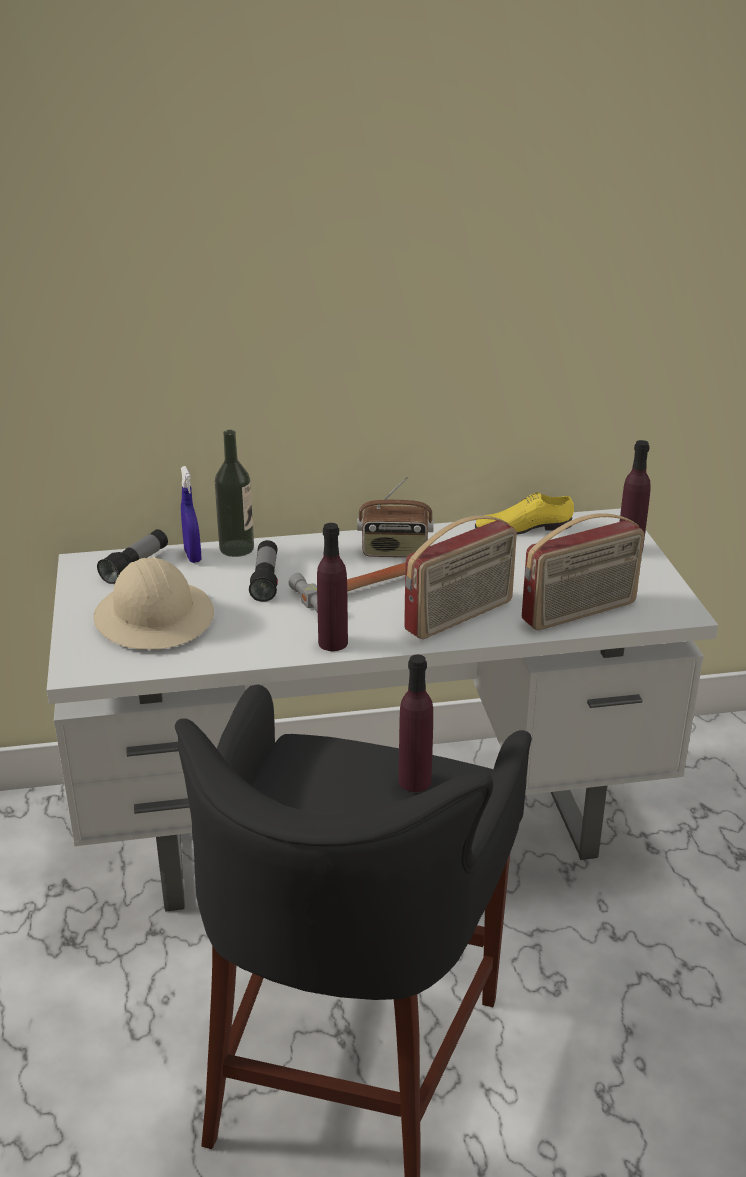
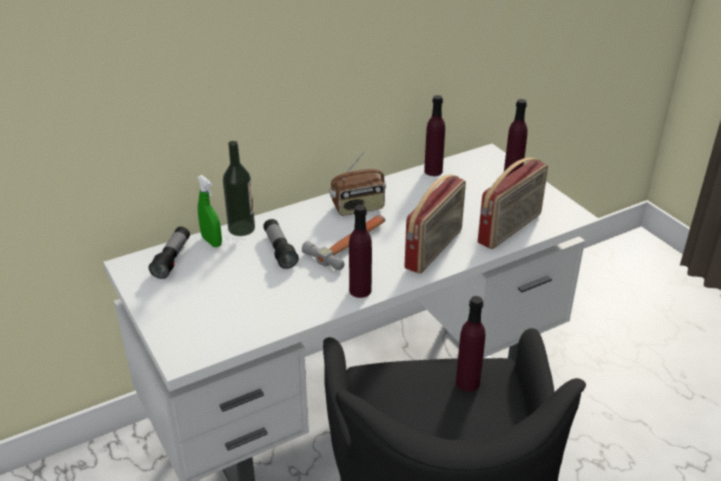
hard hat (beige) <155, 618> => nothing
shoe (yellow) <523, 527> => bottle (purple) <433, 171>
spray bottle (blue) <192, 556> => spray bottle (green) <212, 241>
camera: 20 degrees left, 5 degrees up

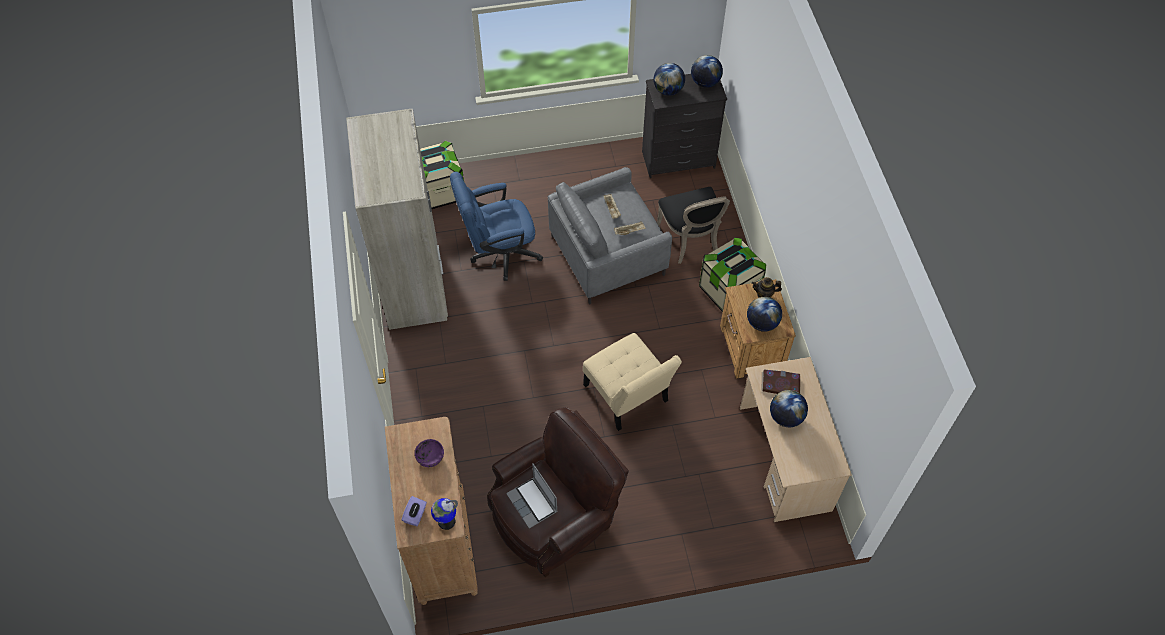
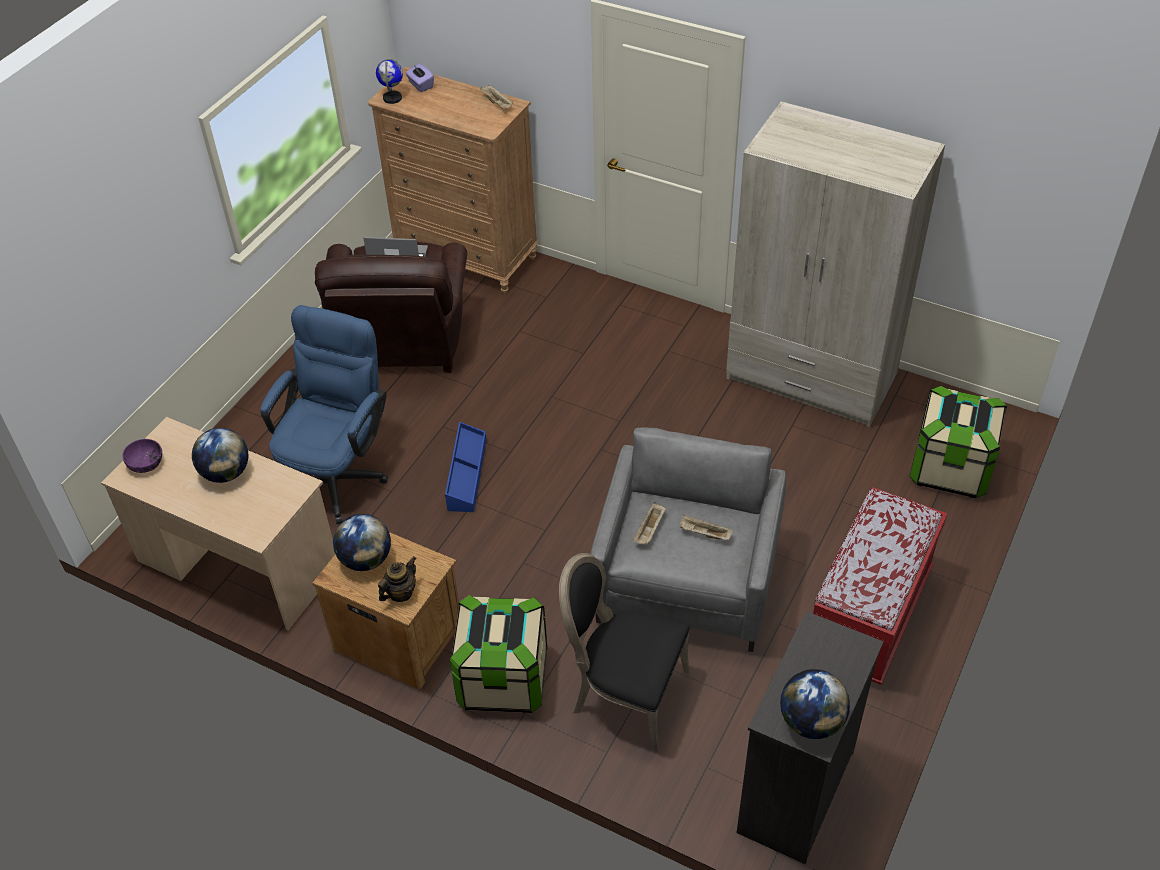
globe <668, 90> => nothing
book <780, 384> => nothing
nothing => tray (beige) <497, 103>
nothing => bench (red) <869, 615>
bowl (purple) <430, 457> => bowl (purple) <146, 464>, move
office chair (blue) <499, 254> => office chair (blue) <338, 473>, move
chair (beige) <628, 397> => storage box (blue) <466, 474>
camera: 130 degrees right, 10 degrees down

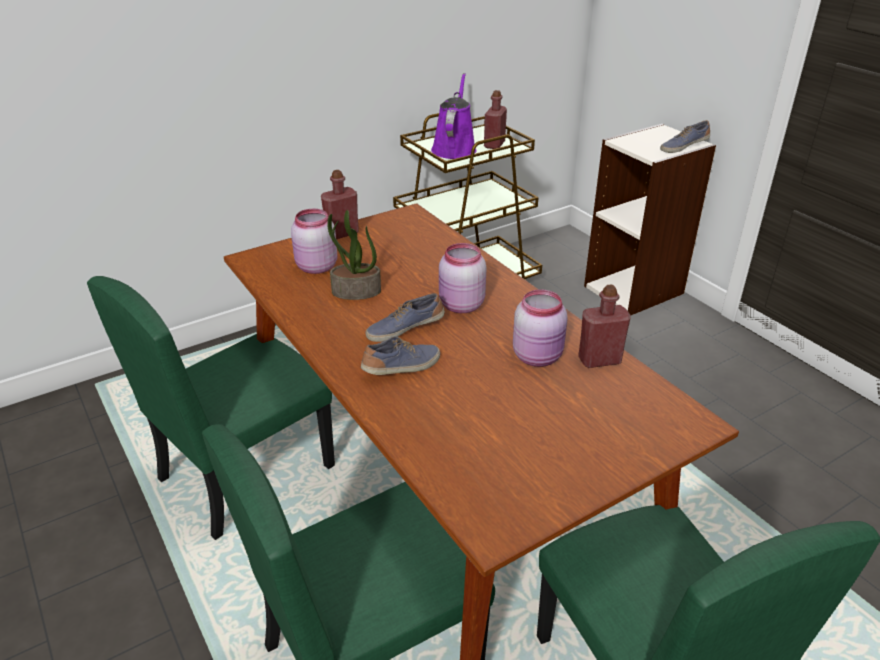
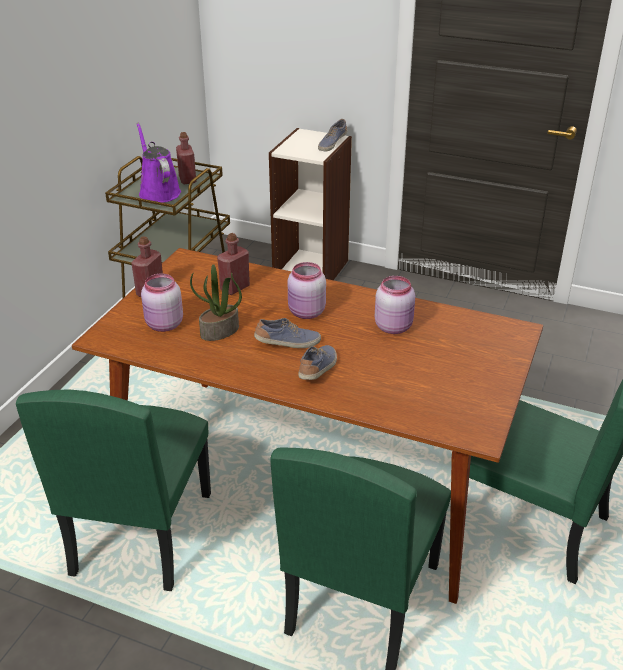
bottle (red) <599, 360> => bottle (red) <235, 288>, move
shoe <405, 329> => shoe <288, 343>, 135 degrees counterclockwise
camera: 35 degrees left, 0 degrees up

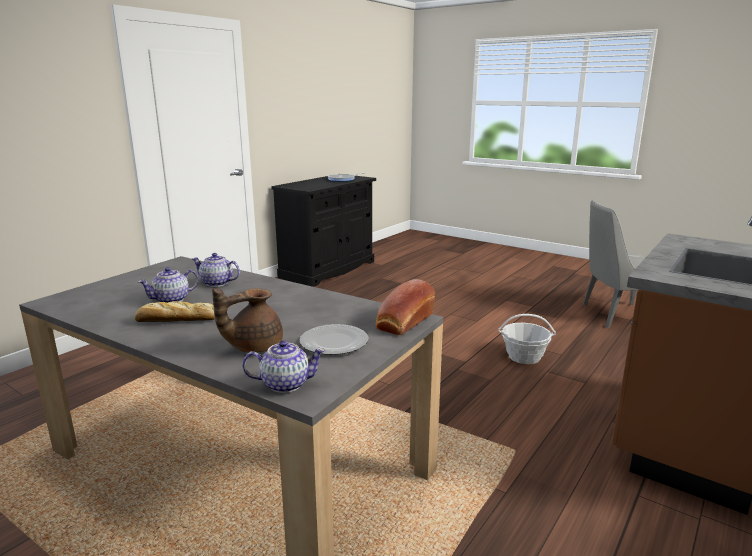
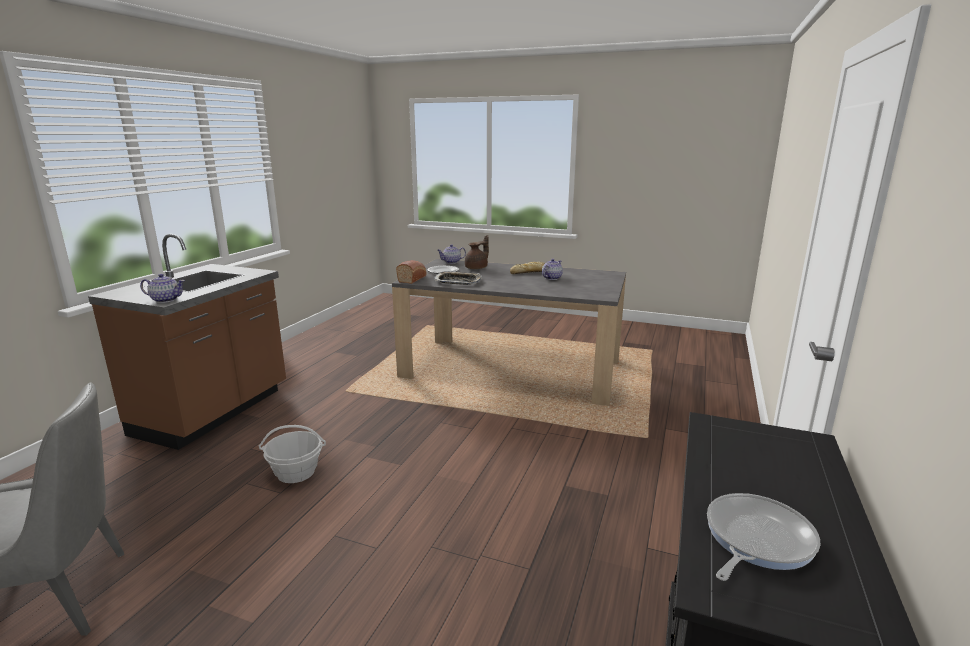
nothing => tray <458, 281>
teapot <217, 283> => teapot <165, 300>, move
camera: 165 degrees right, 0 degrees up

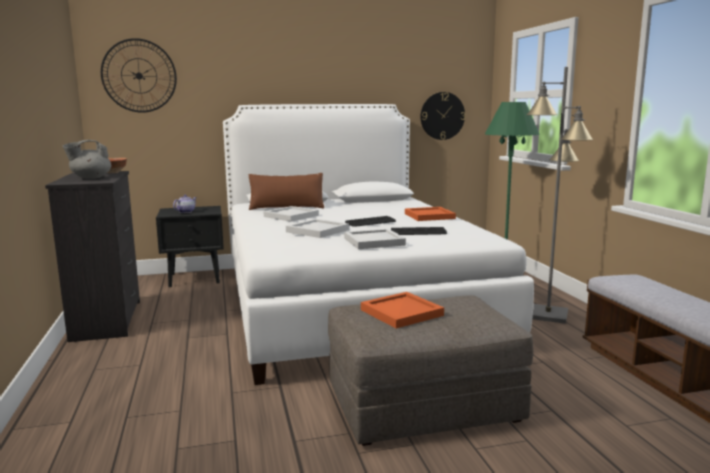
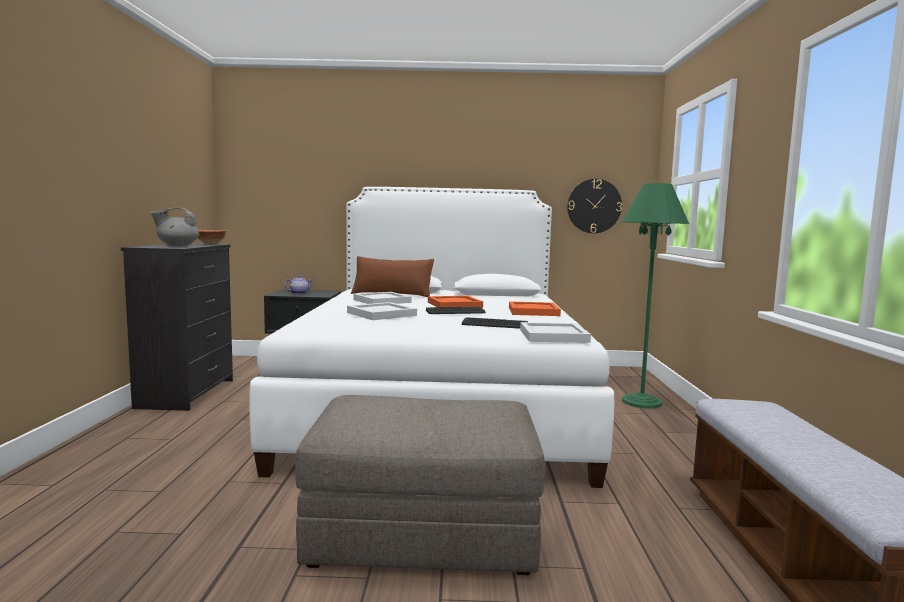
wall clock <139, 76> => nothing
floor lamp (grey) <547, 314> => nothing
tray (white) <373, 242> => tray (white) <552, 336>, move
tray (orange) <401, 312> => tray (orange) <455, 305>, move
camera: 15 degrees right, 5 degrees down

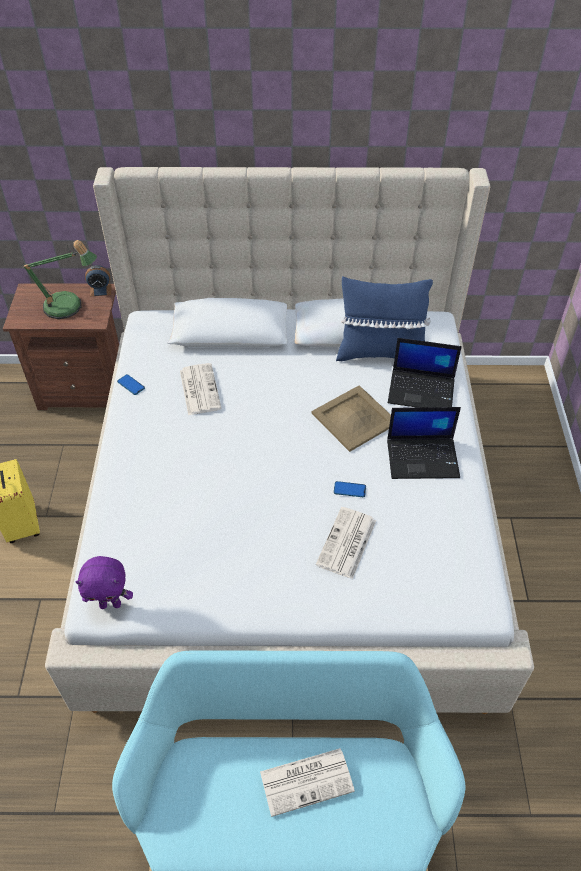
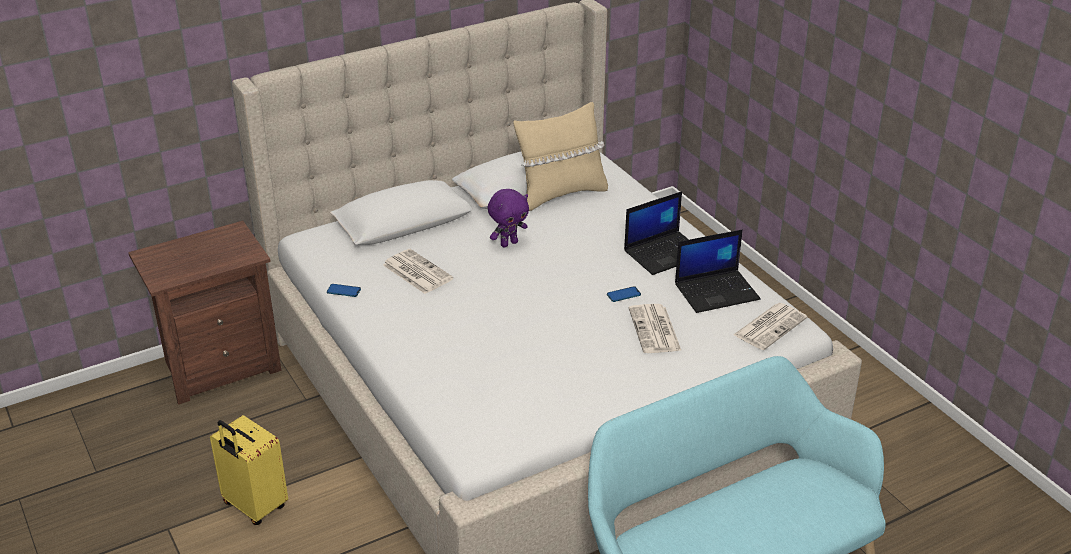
table lamp <69, 307> => nothing
alarm clock <100, 290> => nothing
tray (beige) <354, 417> => nothing
plush toy (purple) <111, 604> => plush toy (purple) <509, 243>, move
newspaper <307, 780> => newspaper <770, 326>, move
laptop <422, 390> => laptop <717, 291>, move
pillow (blue) <380, 353> => pillow (beige) <560, 194>
camera: 30 degrees left, 15 degrees down

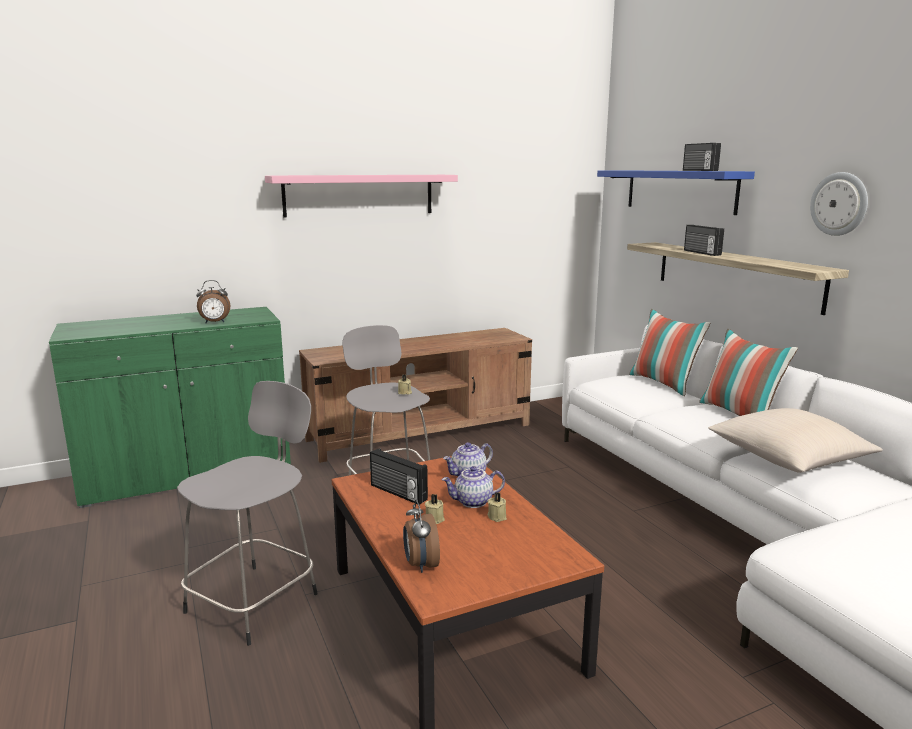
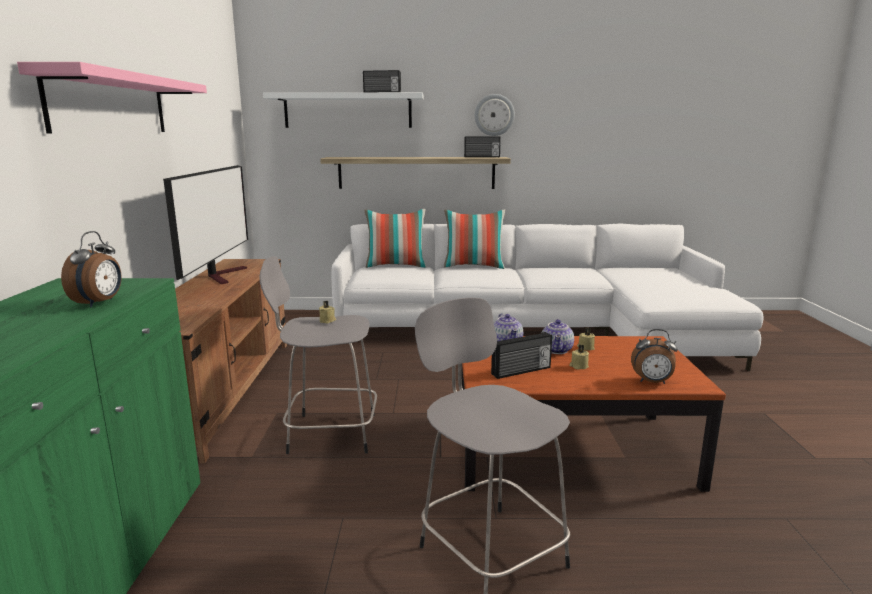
pillow (beige) <788, 458> => nothing
nothing => television <223, 275>
radio <701, 253> => radio <482, 157>, move
shelf (blue) <679, 190> => shelf (white) <348, 111>
camera: 65 degrees left, 0 degrees up

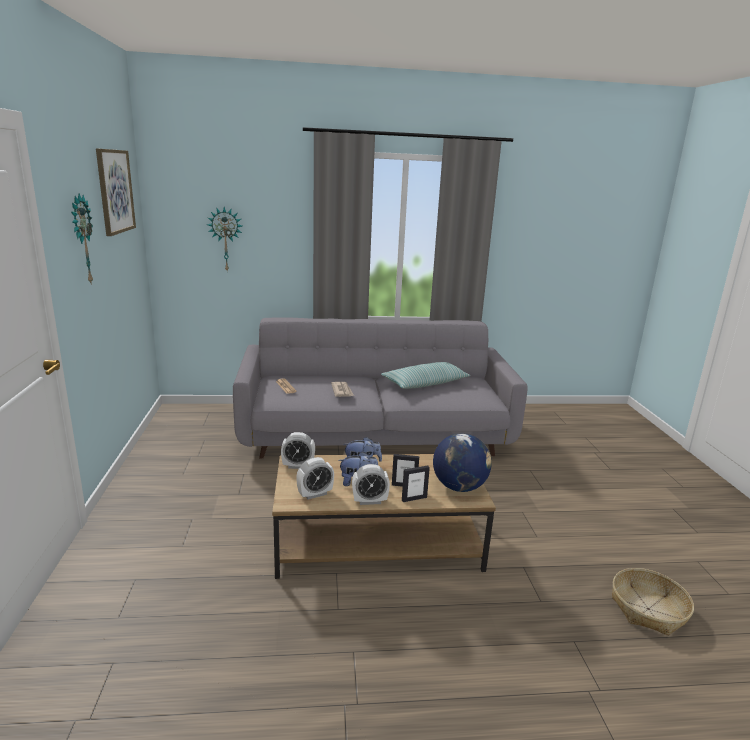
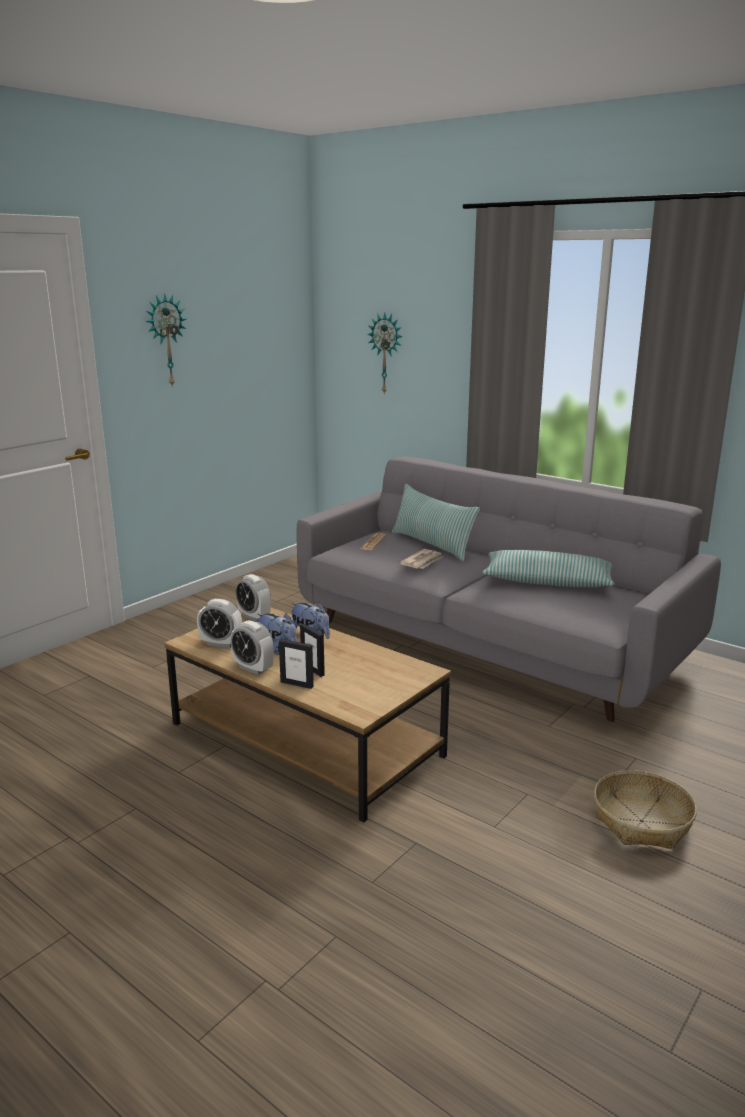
picture <115, 191> => nothing
globe <459, 487> => nothing
nothing => pillow <432, 544>
basket <648, 608> => basket <641, 821>, move
camera: 45 degrees right, 0 degrees up

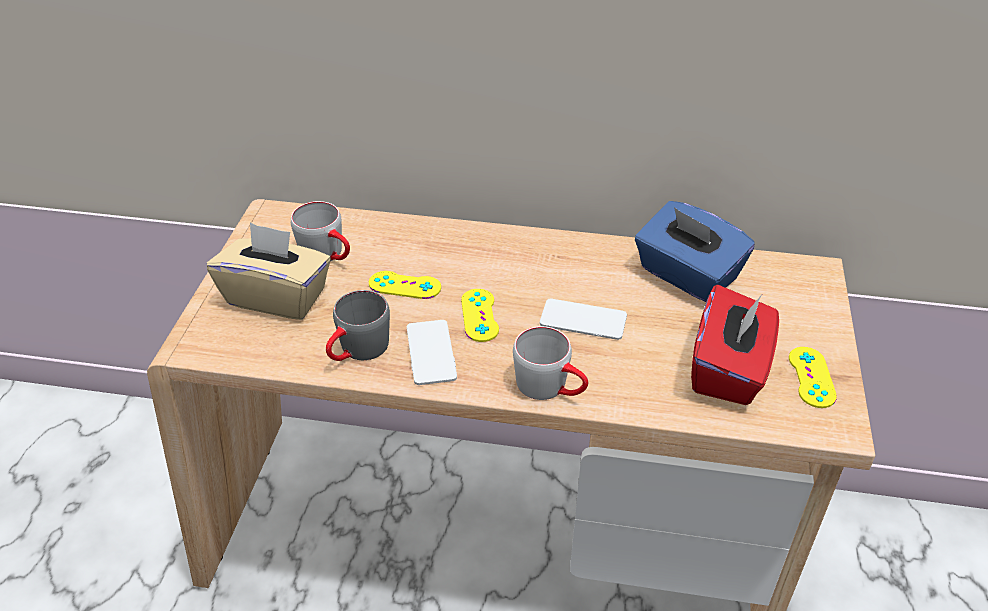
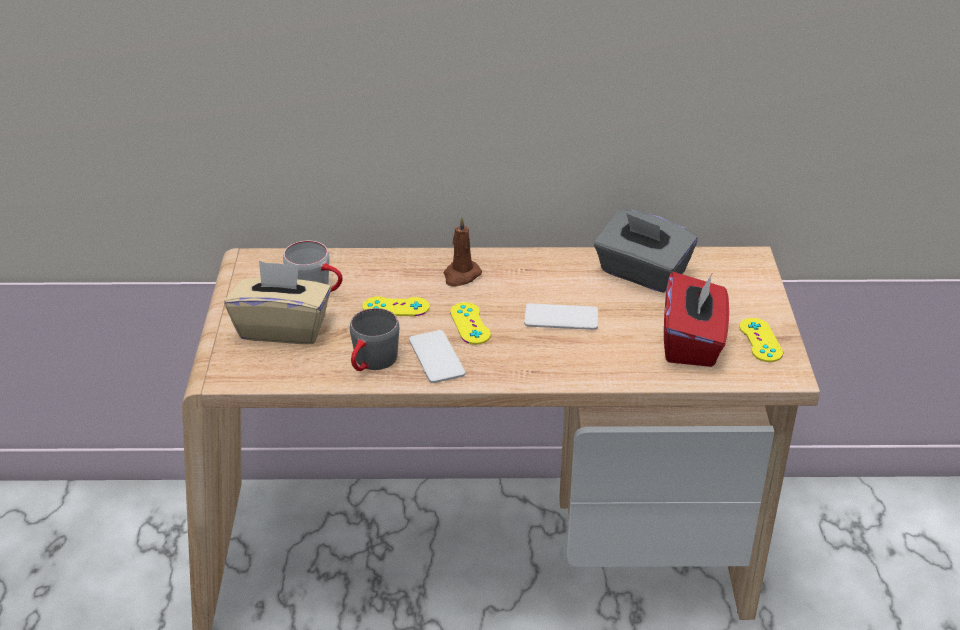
mug (grey) <551, 388> => nothing
nothing => candle (brown) <461, 275>
tissue box (blue) <686, 276> => tissue box (grey) <641, 273>
camera: 10 degrees left, 5 degrees down

